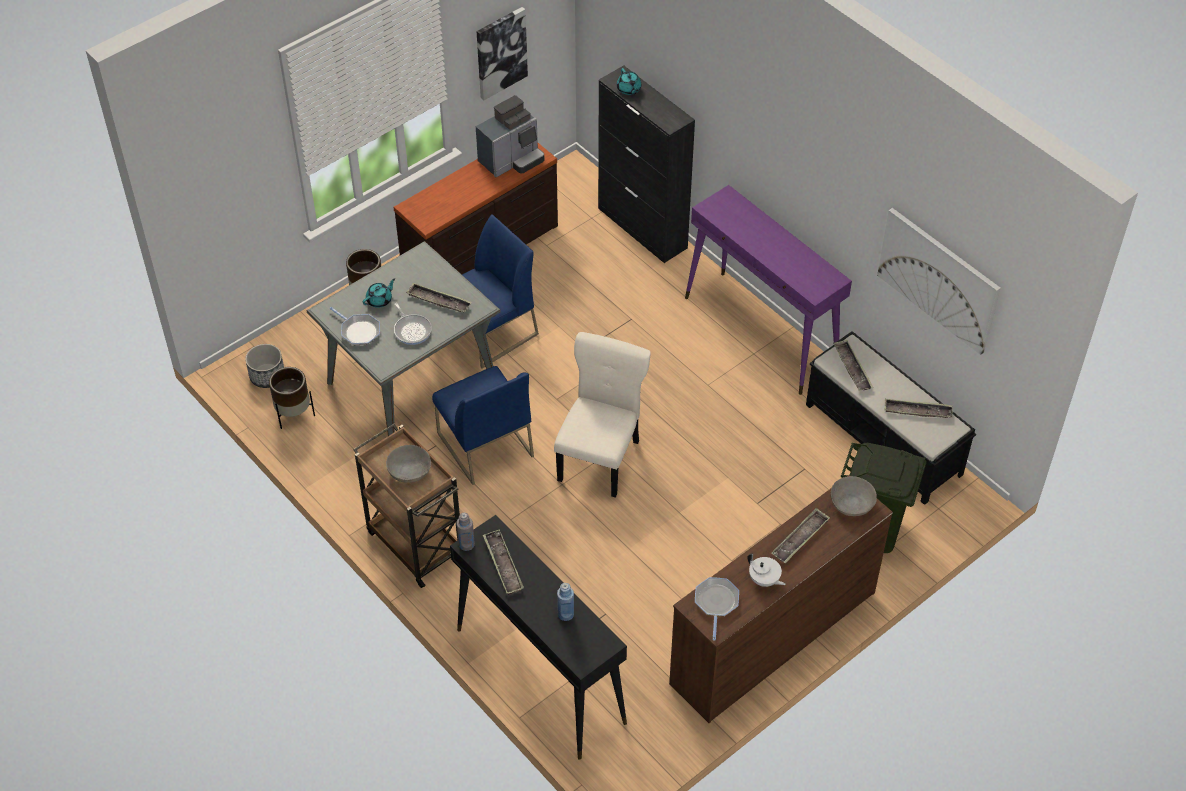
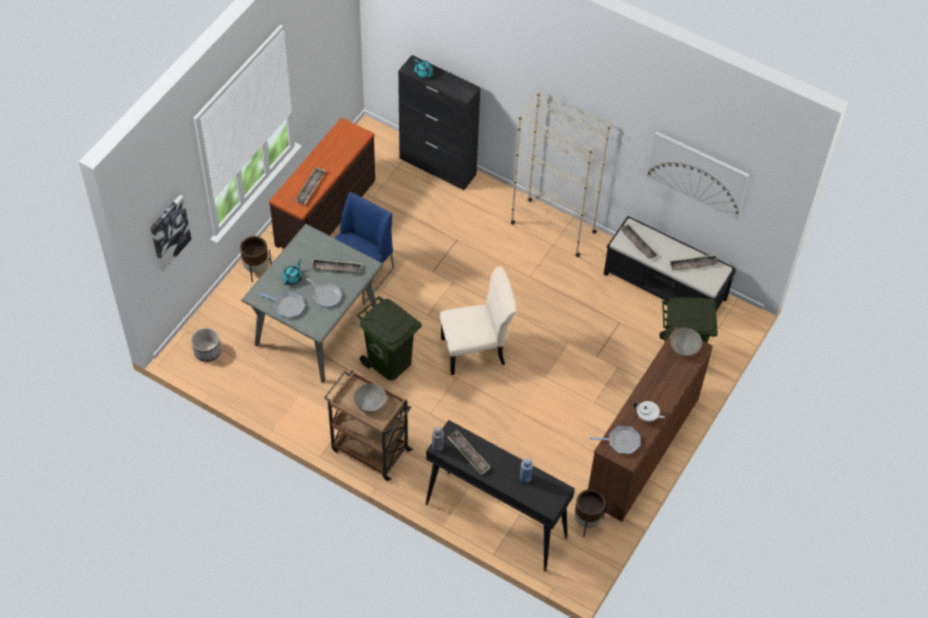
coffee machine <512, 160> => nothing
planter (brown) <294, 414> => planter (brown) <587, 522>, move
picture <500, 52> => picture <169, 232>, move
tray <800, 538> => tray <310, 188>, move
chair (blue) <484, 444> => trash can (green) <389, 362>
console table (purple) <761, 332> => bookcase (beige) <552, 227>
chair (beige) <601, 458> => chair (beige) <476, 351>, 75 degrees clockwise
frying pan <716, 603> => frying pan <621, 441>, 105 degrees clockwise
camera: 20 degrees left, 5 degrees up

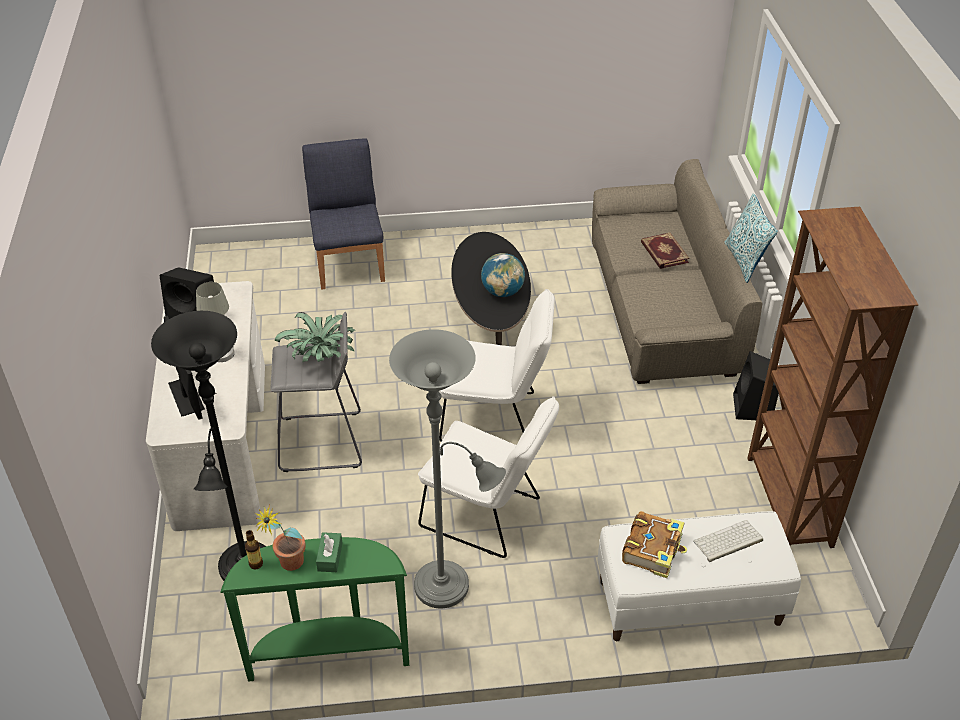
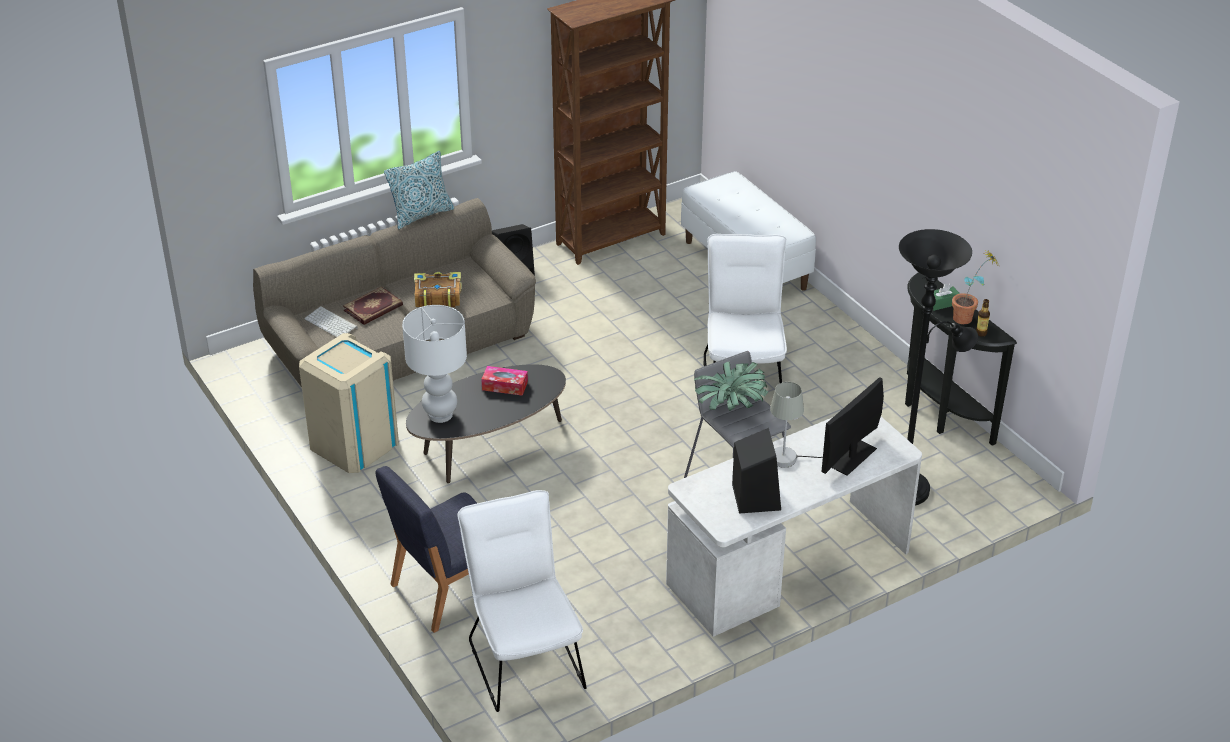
floor lamp (grey) <448, 587> => nothing
nothing => trash can (beige) <354, 444>
nothing => table lamp (white) <440, 415>
chair (white) <495, 418> => chair (white) <524, 657>, move
book <653, 549> => book <437, 296>, move
keyboard <727, 542> => keyboard <332, 323>, move
globe <502, 292> => tissue box <505, 386>
console table (green) <328, 655> => console table (black) <938, 413>
camera: 115 degrees left, 5 degrees down

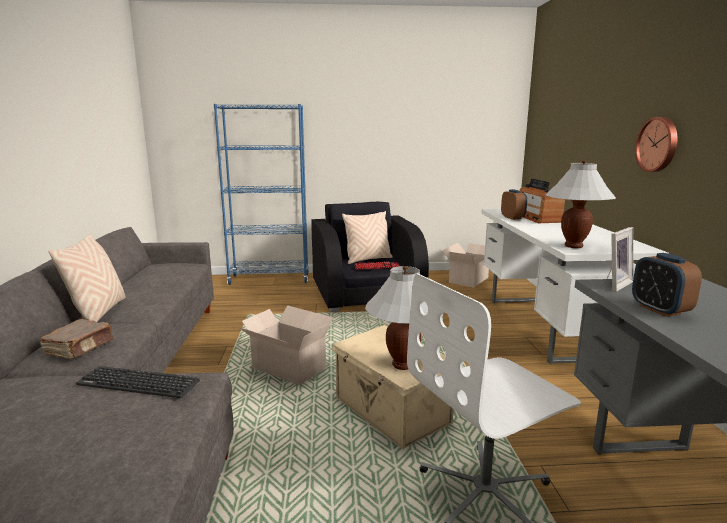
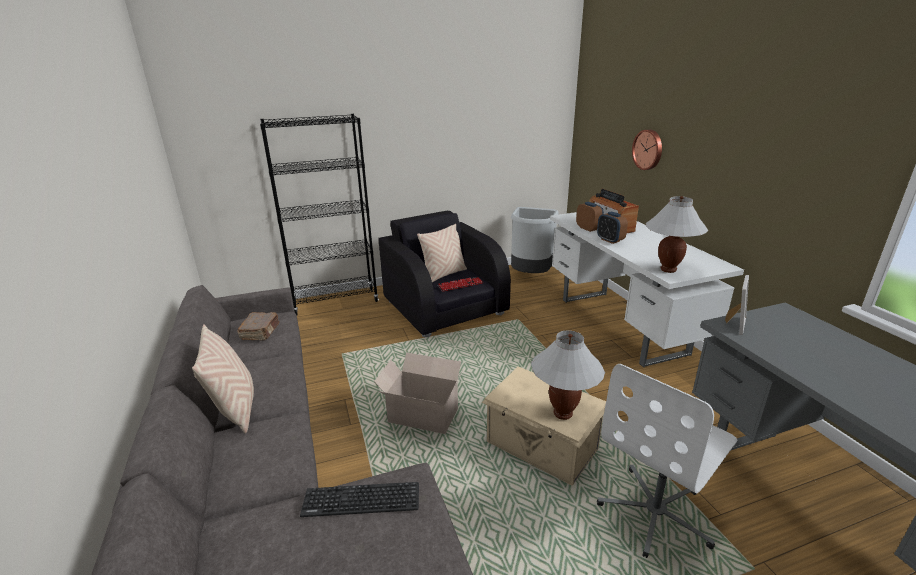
book (brown) <80, 348> => book (brown) <261, 332>, move
alarm clock <660, 310> => alarm clock <610, 240>, move
wall clock <658, 144> => wall clock <648, 149>, move
cardboard box <469, 279> => trash can (grey) <531, 275>
bookcase (blue) <269, 279> => bookcase (black) <335, 301>
camera: 15 degrees left, 10 degrees up

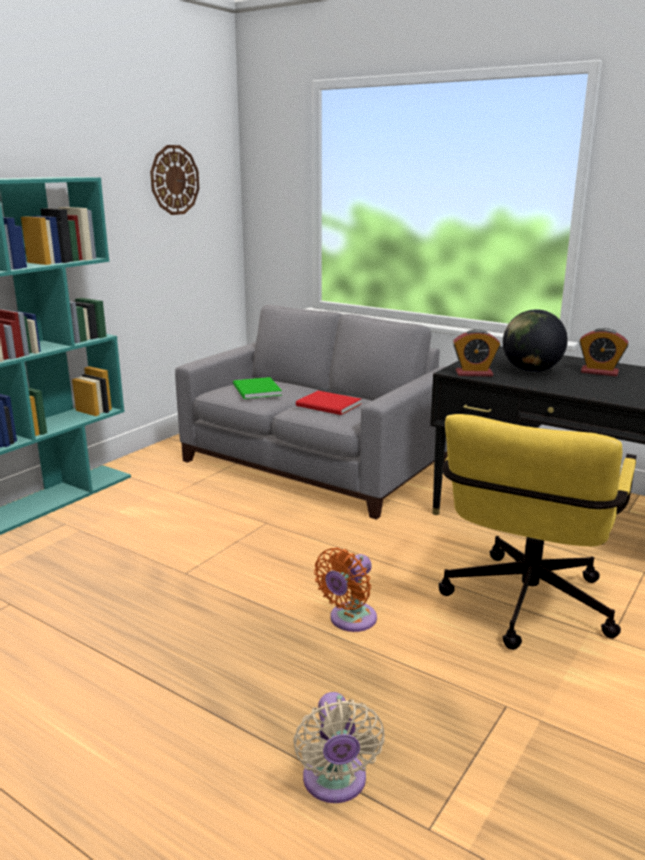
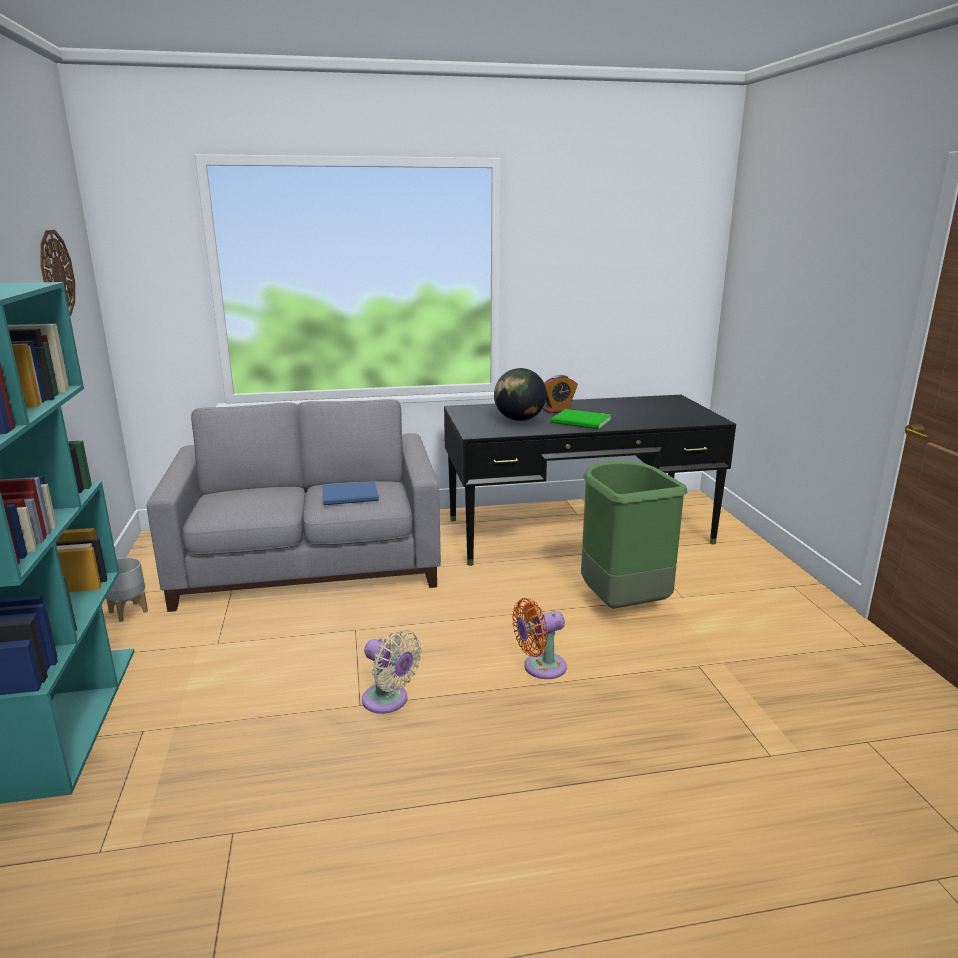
alarm clock <474, 373> => nothing
nothing => planter (grey) <129, 611>
book (green) <256, 390> => book (green) <582, 421>, move
fan (beige) <335, 783> => fan (beige) <388, 701>, move
office chair (yellow) <524, 610> => trash can (green) <620, 604>
book (red) <329, 405> => book (blue) <352, 495>
fan (orange) <350, 620> => fan (orange) <540, 667>, 75 degrees clockwise
camera: 45 degrees left, 0 degrees up

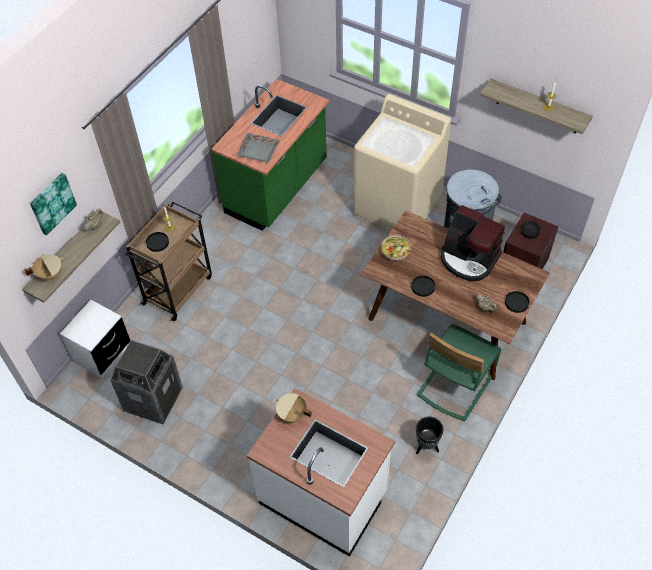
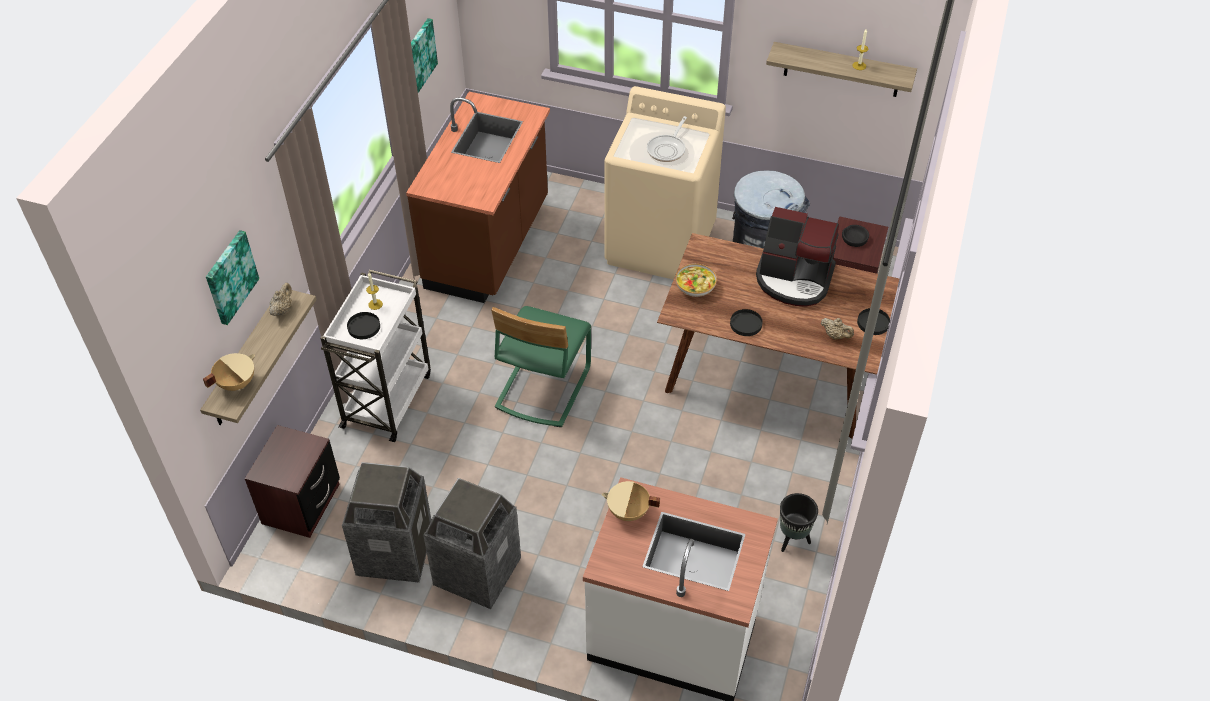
tray (grey) <258, 150> => nothing
nothing => picture <419, 56>
nothing => trash can <477, 572>
nothing => frying pan <667, 149>
chair (green) <454, 385> => chair (green) <542, 387>, move
nightstand (white) <103, 353> => nightstand (brown) <301, 504>
cart (brown) <178, 289> => cart (white) <387, 399>
counter (green) <277, 189> => counter (brown) <489, 245>
camera: 15 degrees left, 5 degrees down

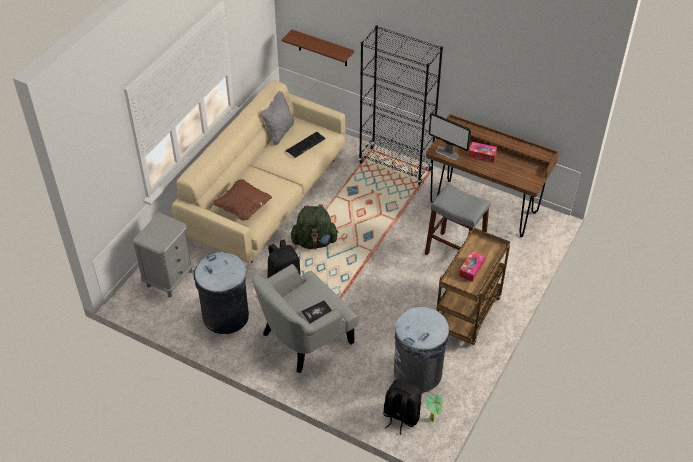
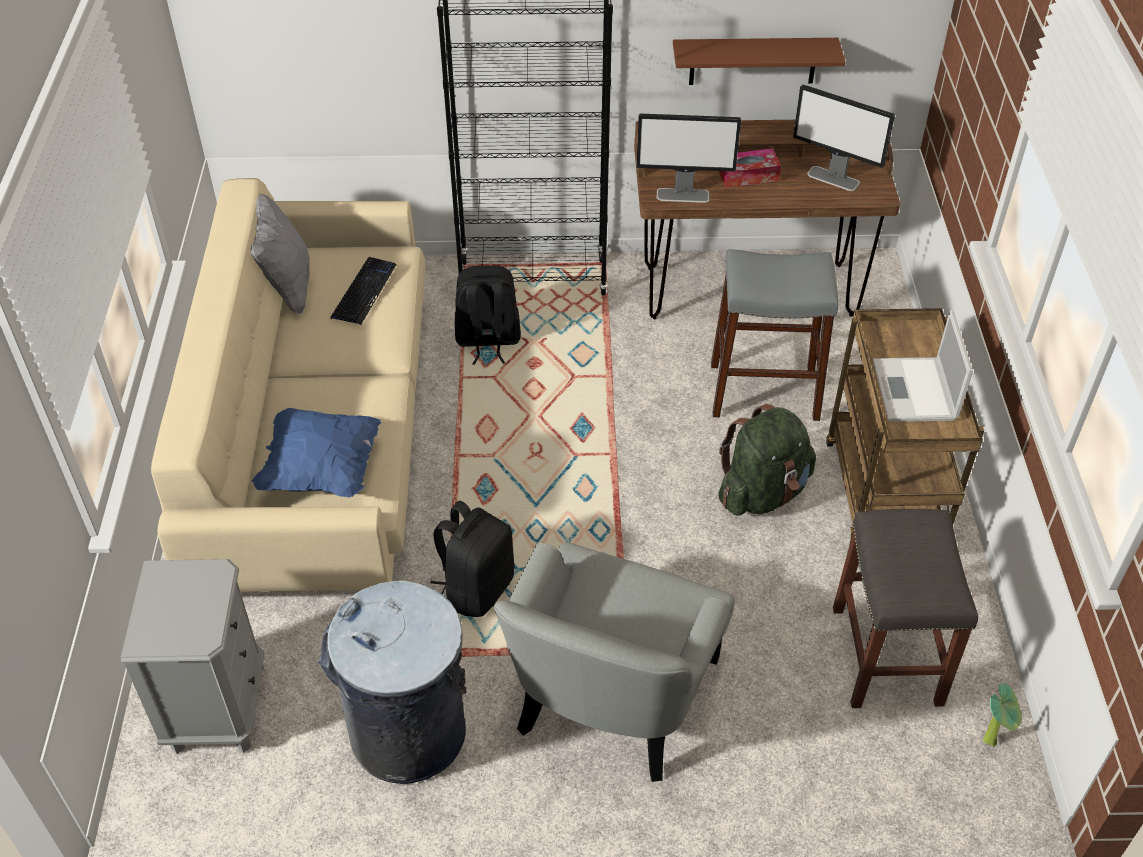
book <317, 312> => nothing
nothing => monitor <834, 179>
shelf (brown) <322, 48> => shelf (brown) <753, 61>, move
backpack (green) <314, 242> => backpack (green) <763, 493>, move
backpack (black) <400, 416> => backpack (black) <487, 341>, move
trash can (grey) <418, 373> => stool (grey) <888, 657>
tissue box <471, 269> => laptop <915, 392>
pillow (brown) <243, 207> => pillow (blue) <322, 470>
camera: 30 degrees left, 0 degrees up

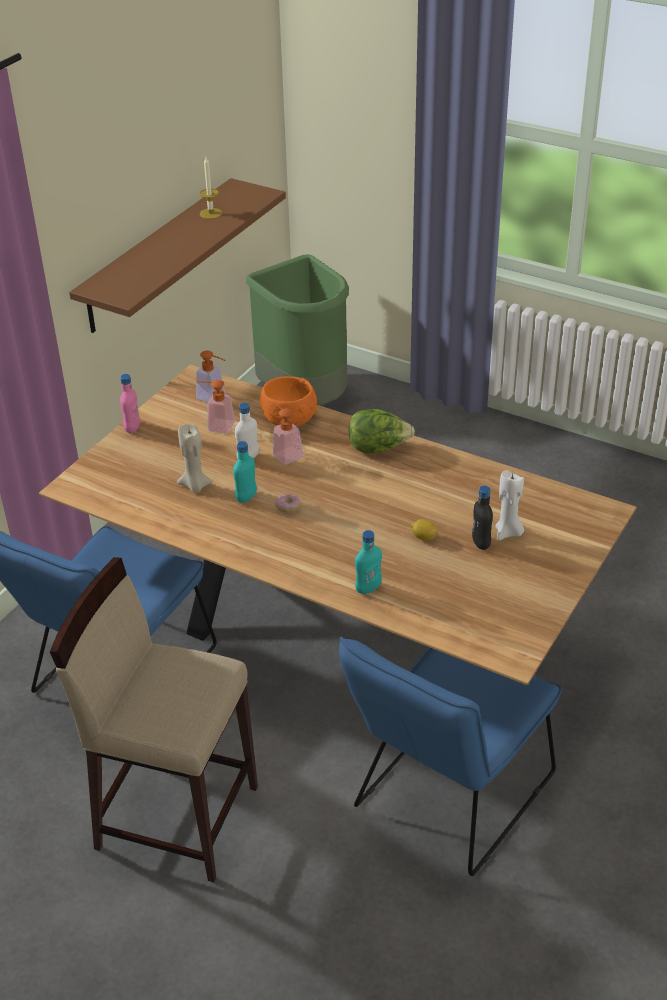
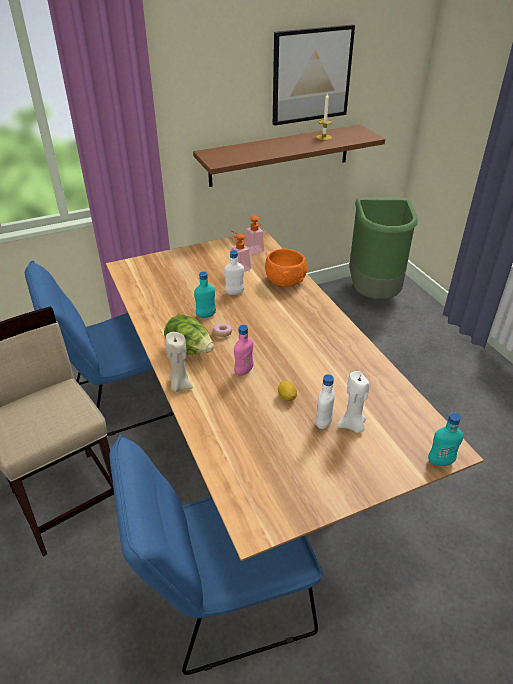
soap dispenser <285, 453> => nothing
nothing => picture <311, 75>
bottle (pink) <132, 428> => bottle (pink) <243, 371>, move
candle (beige) <195, 486> => candle (beige) <179, 385>, move
lettuce <378, 448> => lettuce <190, 350>, move
bottle (turquoise) <368, 588> => bottle (turquoise) <440, 461>, move
bottle (black) <481, 543> => bottle (white) <323, 422>
camera: 35 degrees right, 0 degrees up

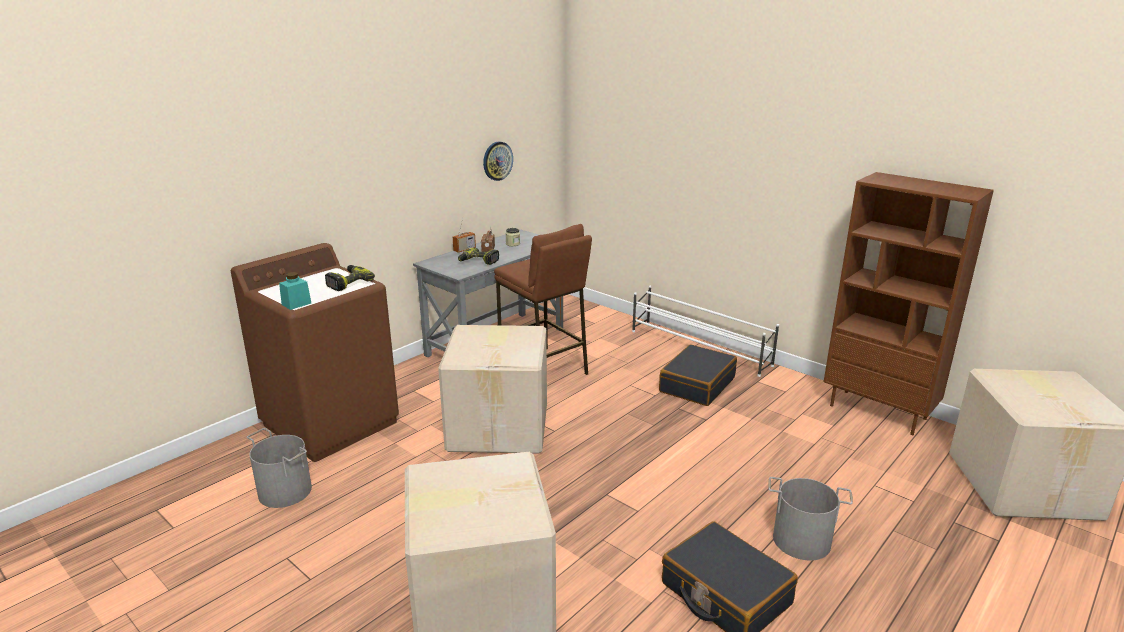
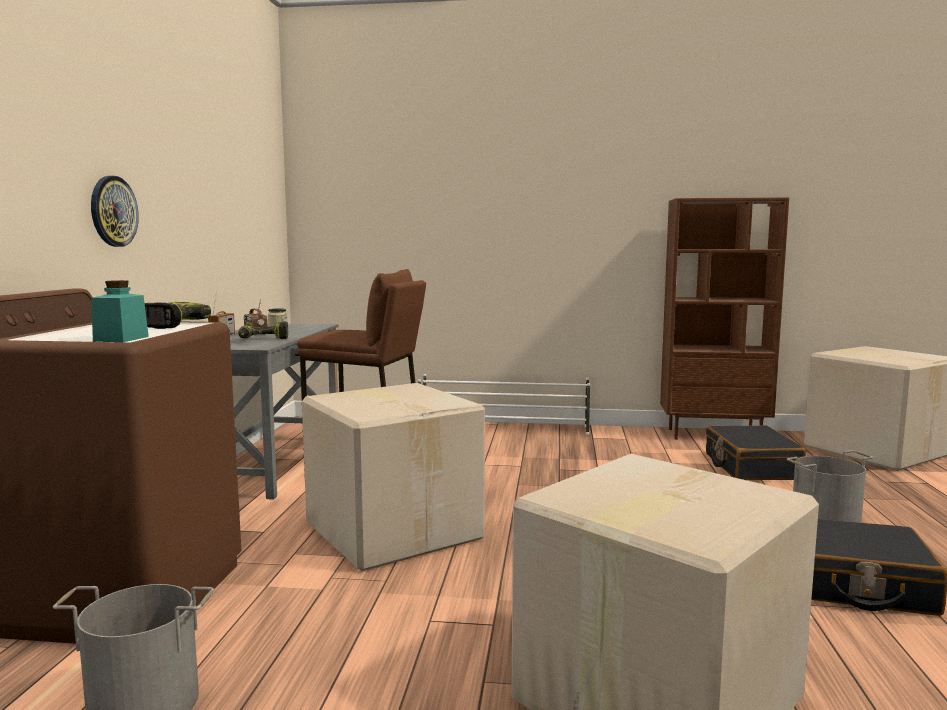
wall clock <497, 161> => wall clock <113, 211>, move
suitcase (black) <696, 385> => suitcase (black) <751, 466>, move
camera: 35 degrees left, 15 degrees down

